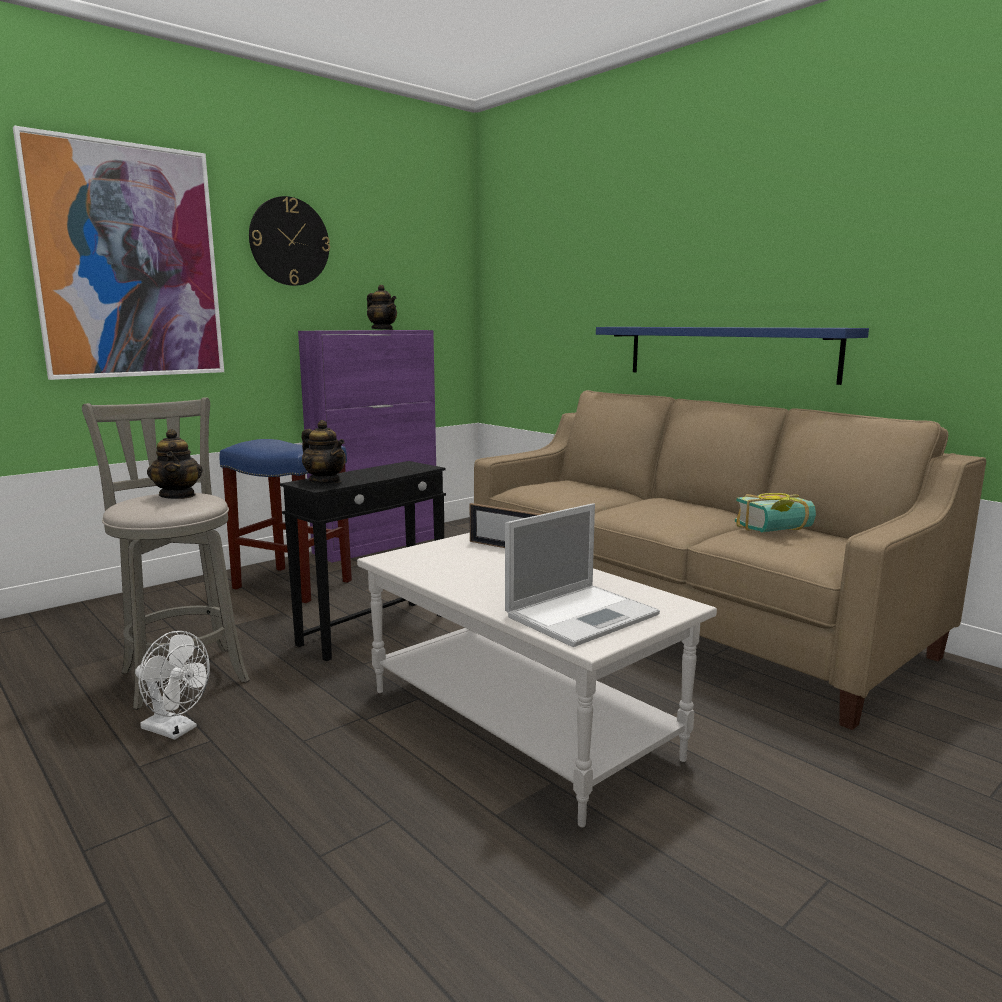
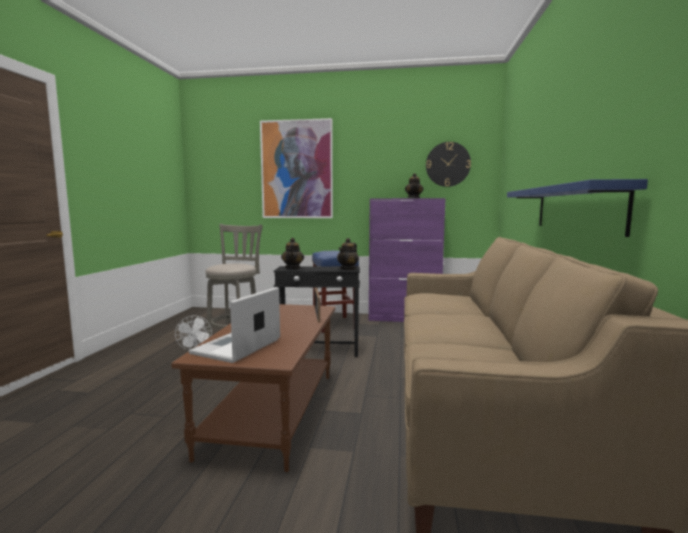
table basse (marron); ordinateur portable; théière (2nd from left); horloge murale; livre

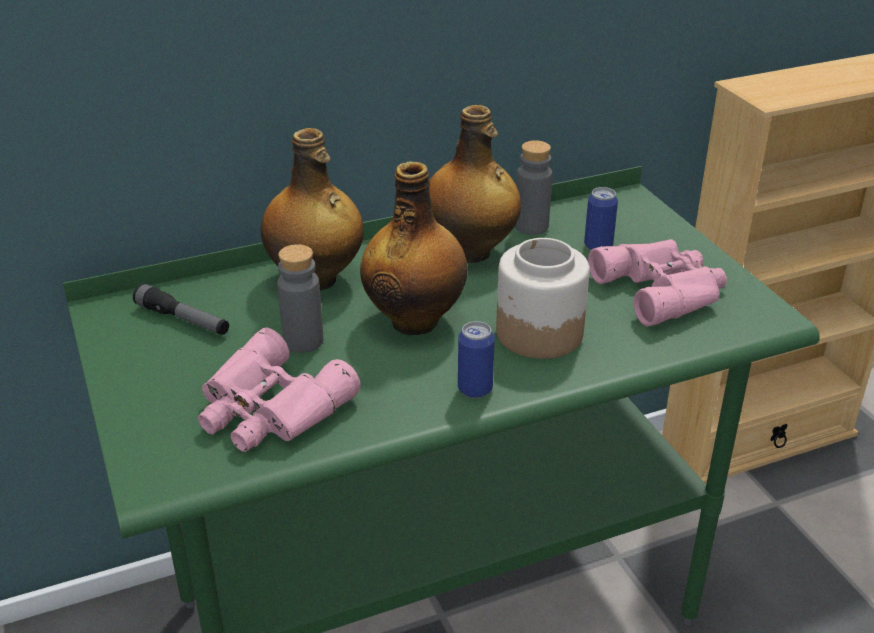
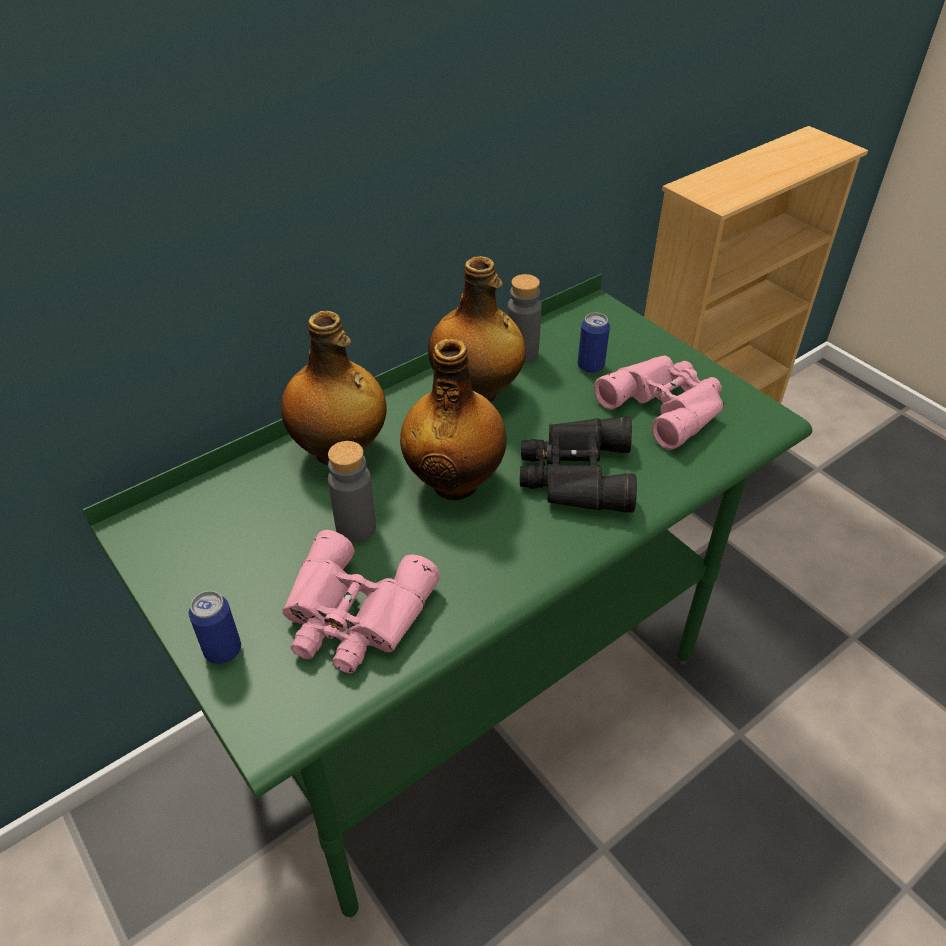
boîte métallique (1st from left); jumelles (noir); lampe de poche

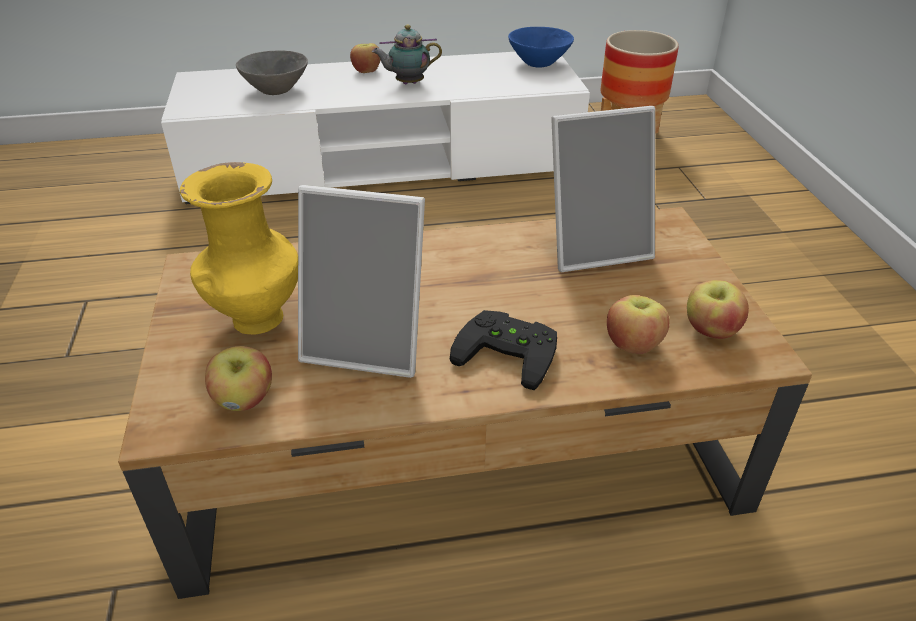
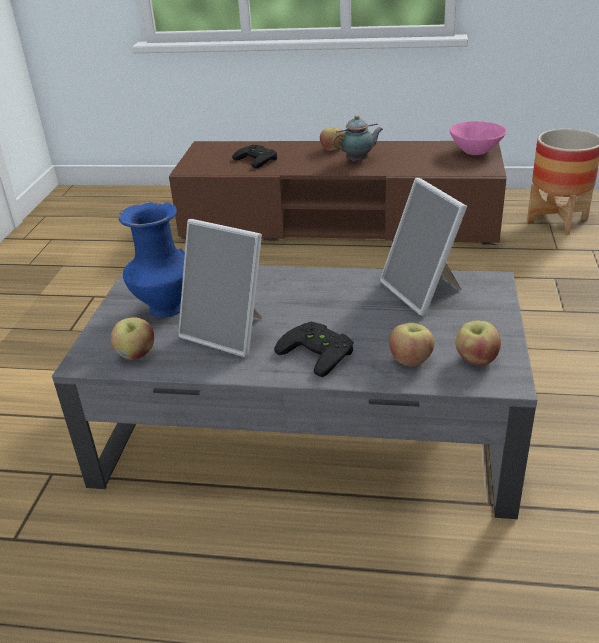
table basse (gris); vase (bleu); meuble télé (marron); manette (noir) (1st from left); théière; cadre photo (2nd from left); bol (rose)

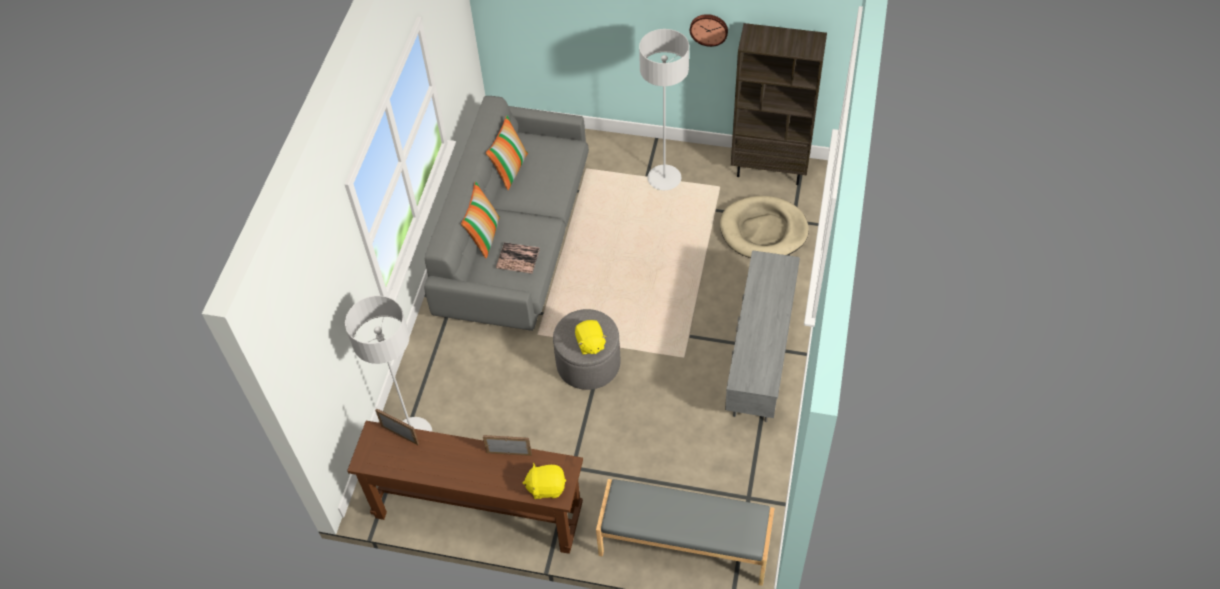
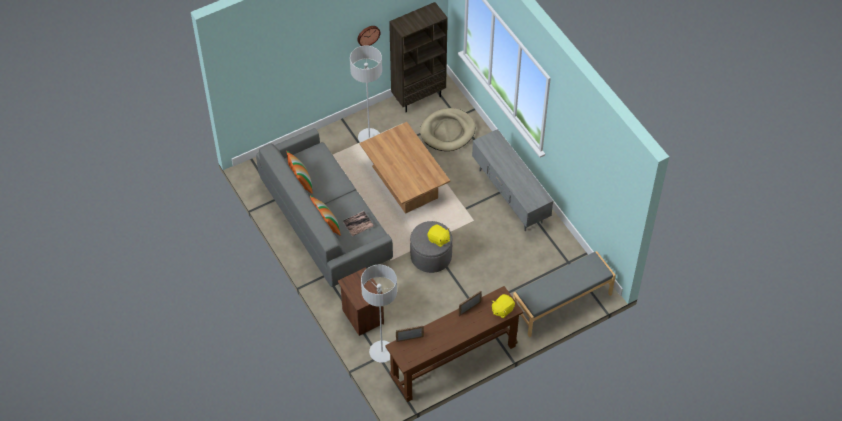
table de chevet (marron); table basse (marron)

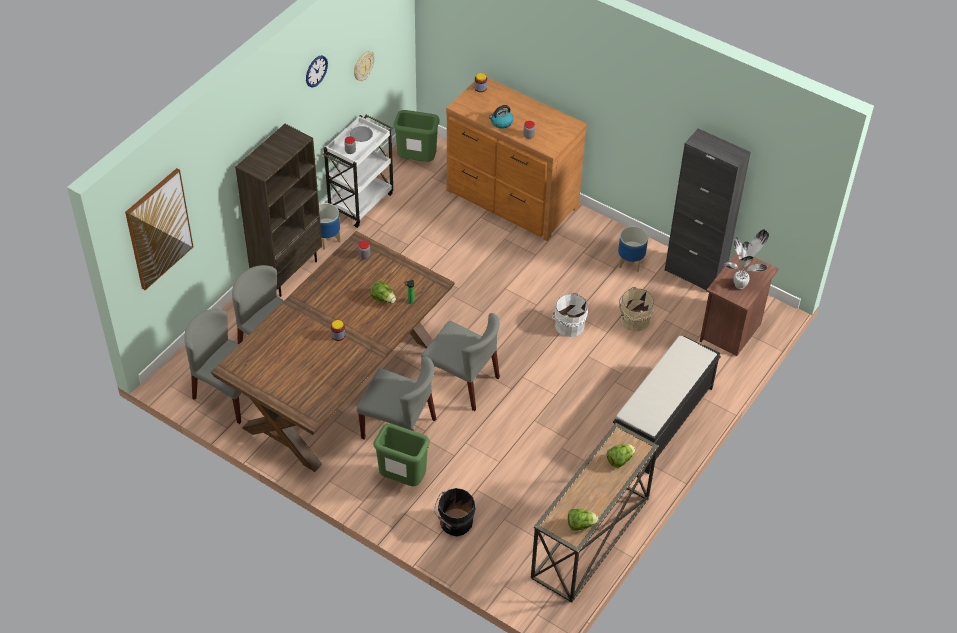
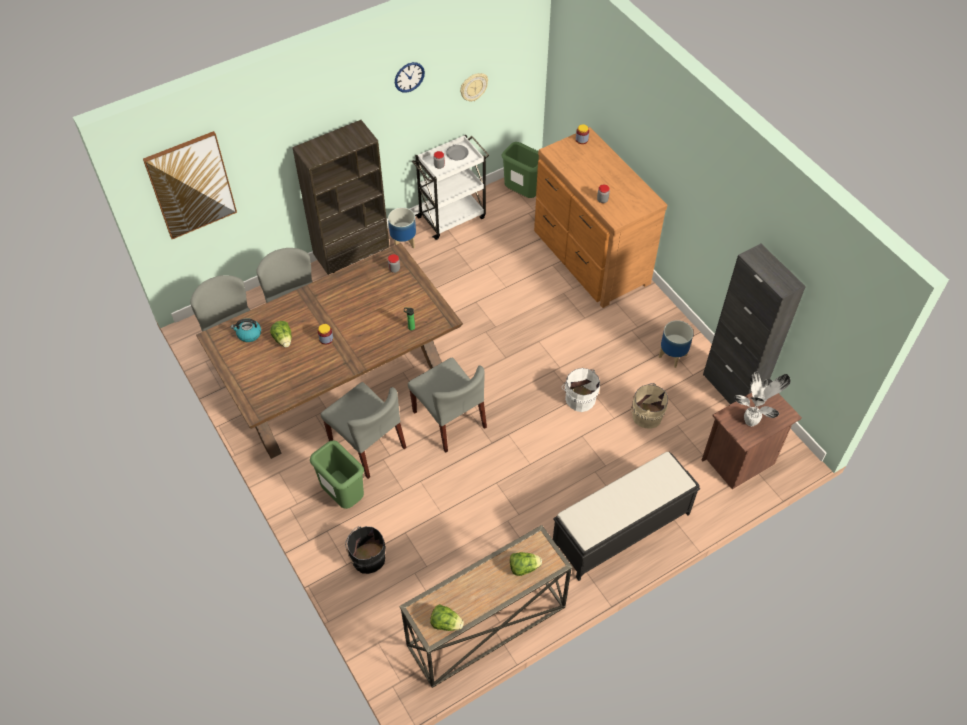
bouilloire; laitue (1st from left)

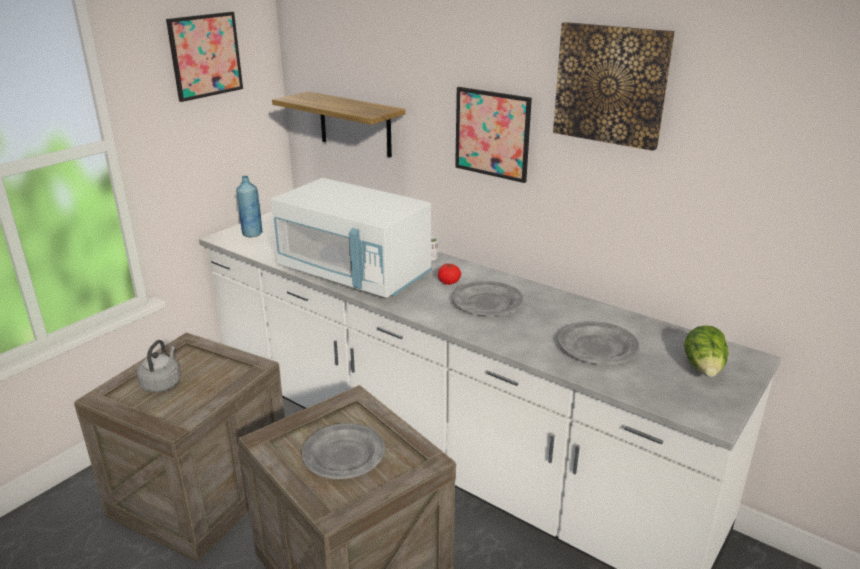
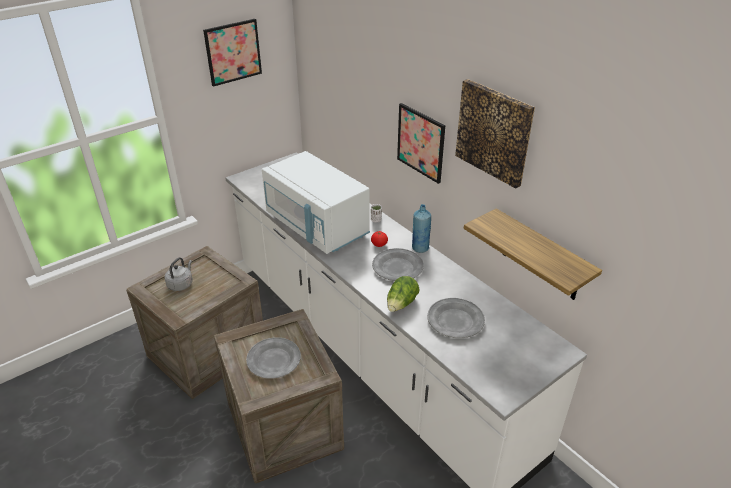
laitue; bouteille (bleu); étagère

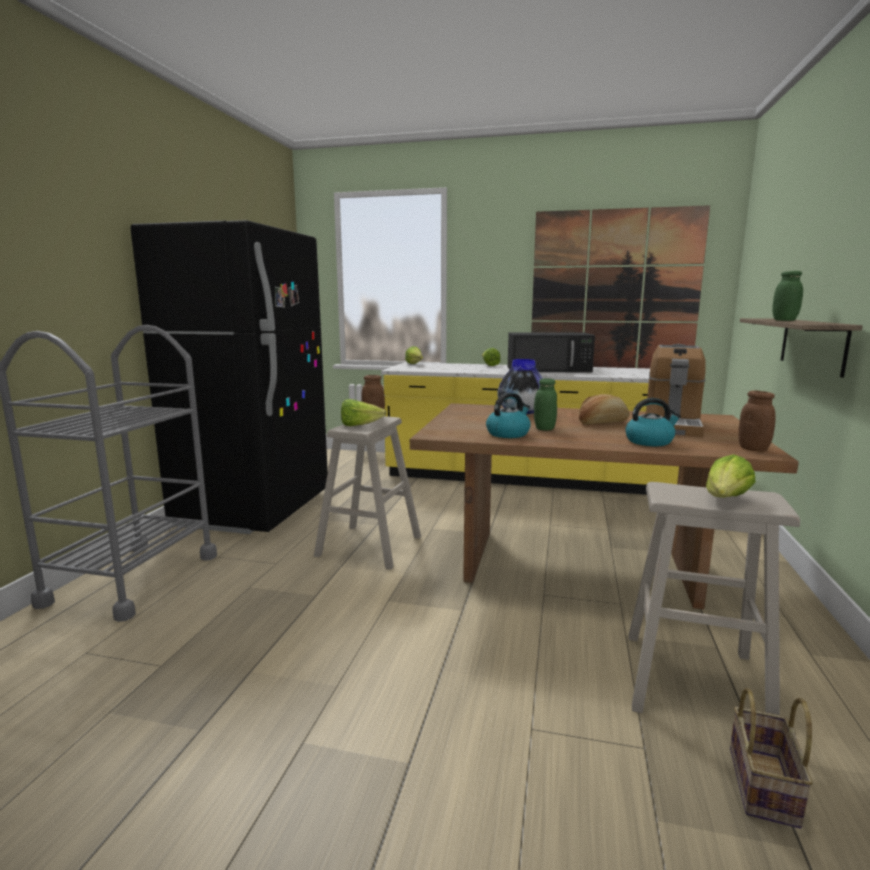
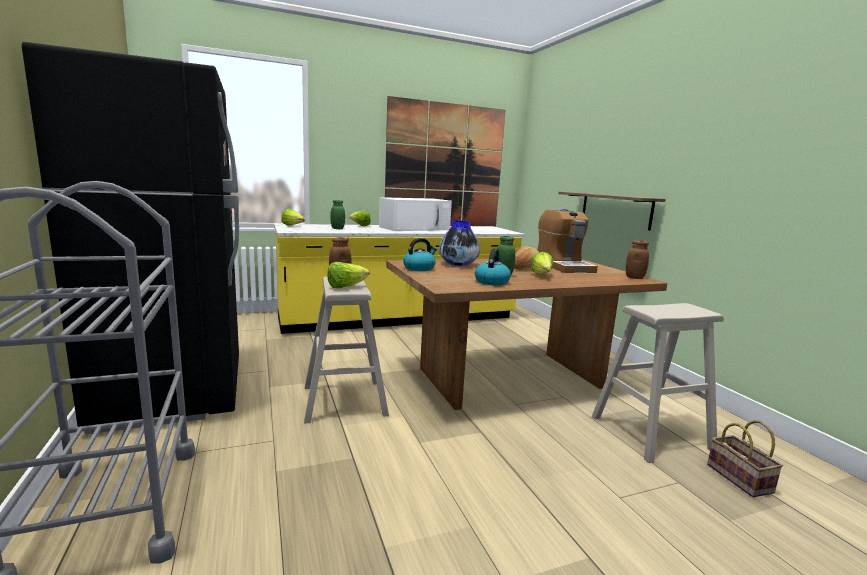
bocal (vert) (1st from left); micro-ondes (blanc); bouilloire (1st from left); laitue (4th from left)

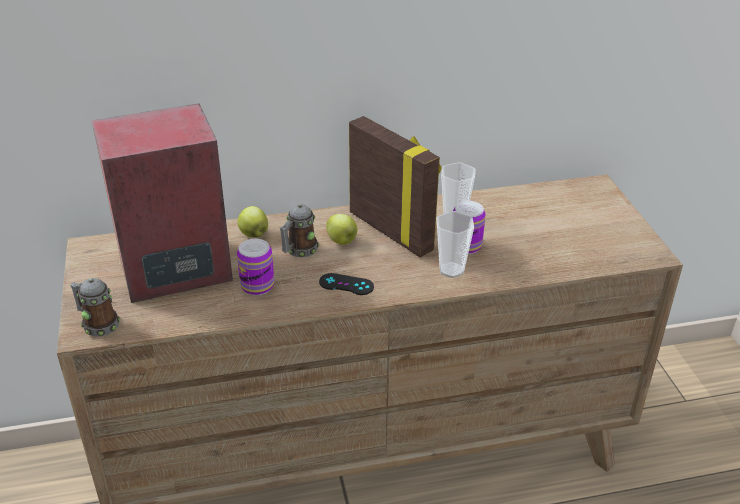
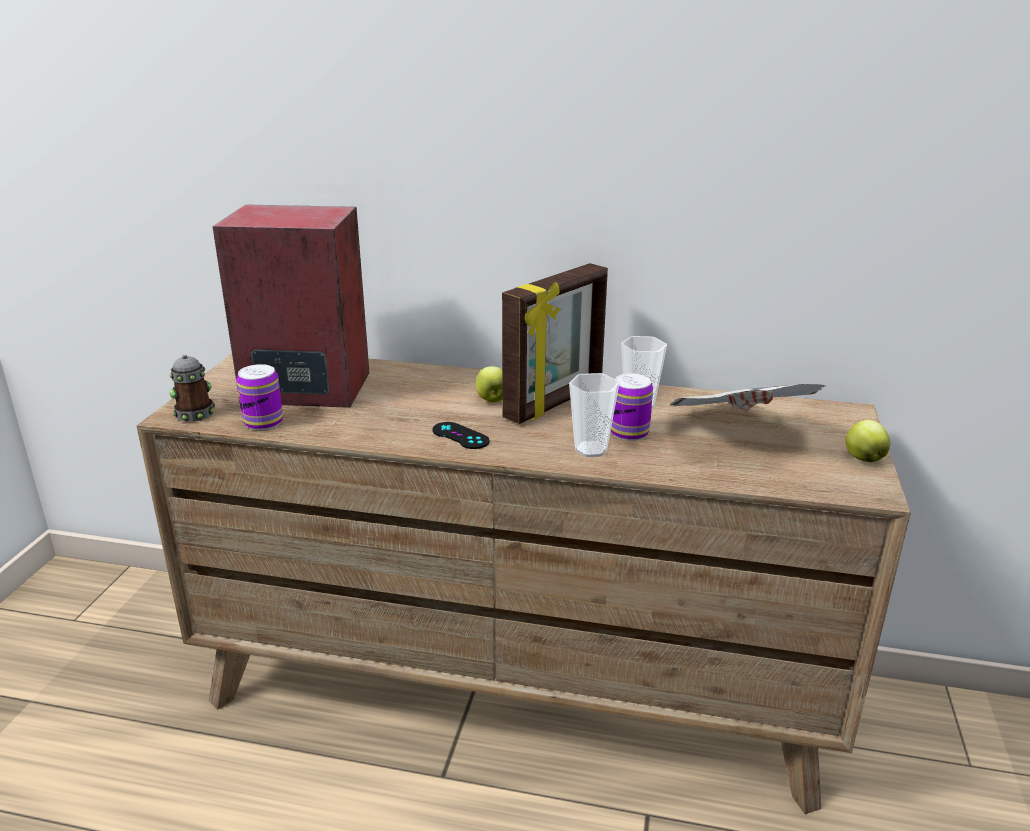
boîte métallique (1st from left); cadre photo; journal; pomme (2nd from left); mug (2nd from left in the first image)

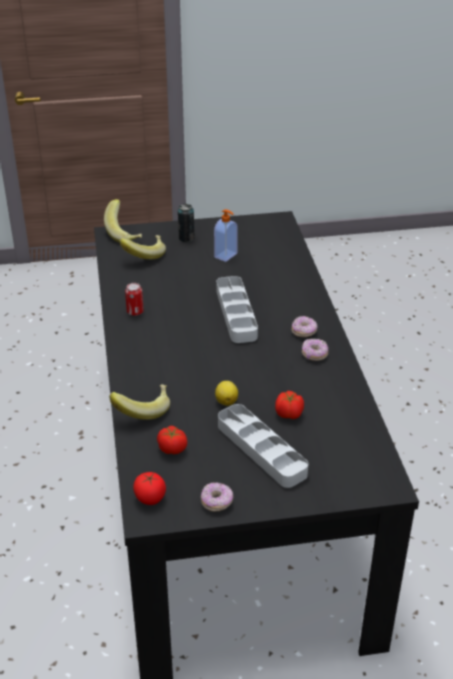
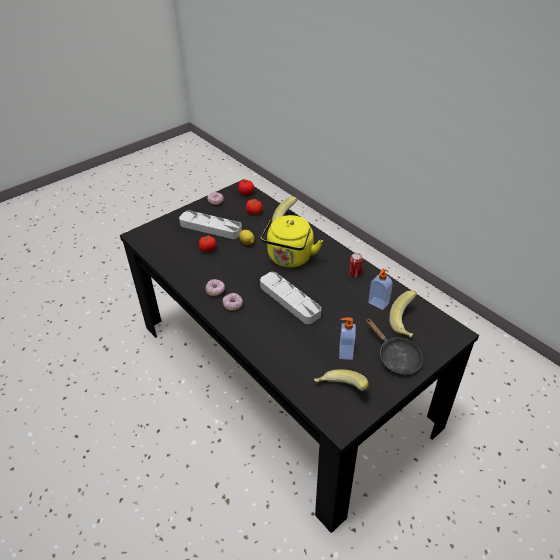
bouilloire (jaune); banane (2nd from left); poêle (noir); distributeur de savon (2nd from left)

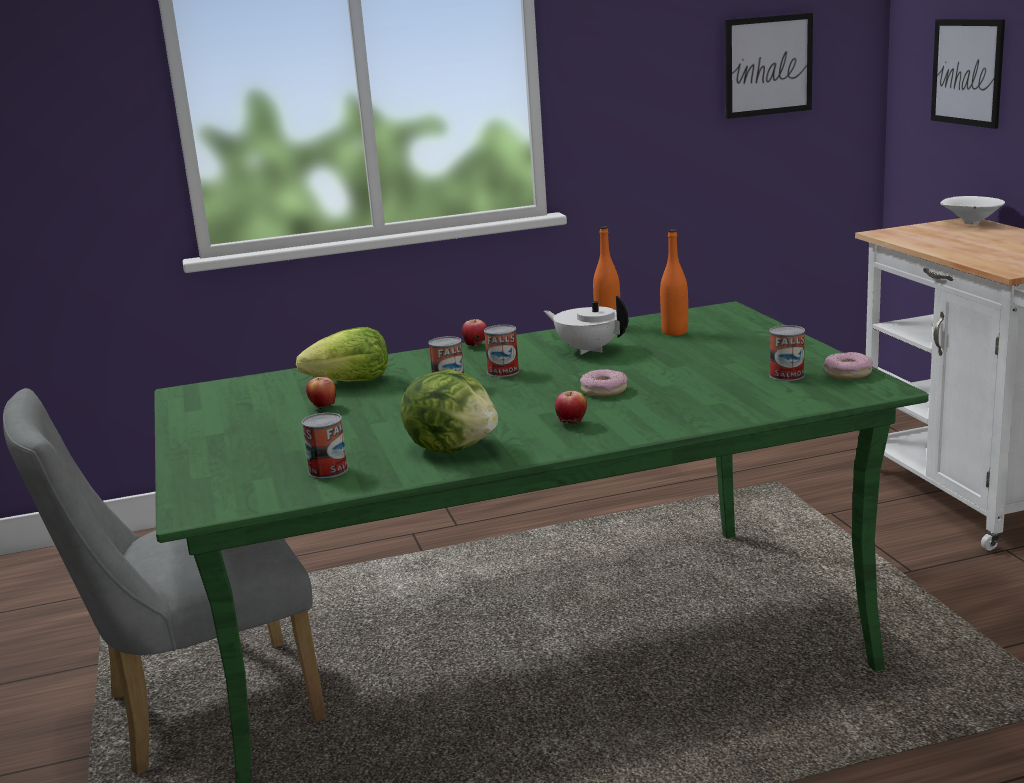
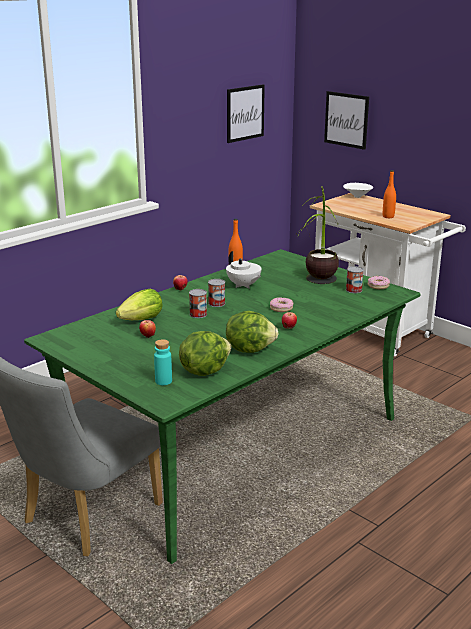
bouteille (turquoise); laitue (2nd from left); théière (blanc); plante en pot; bouteille (orange) (2nd from left)

